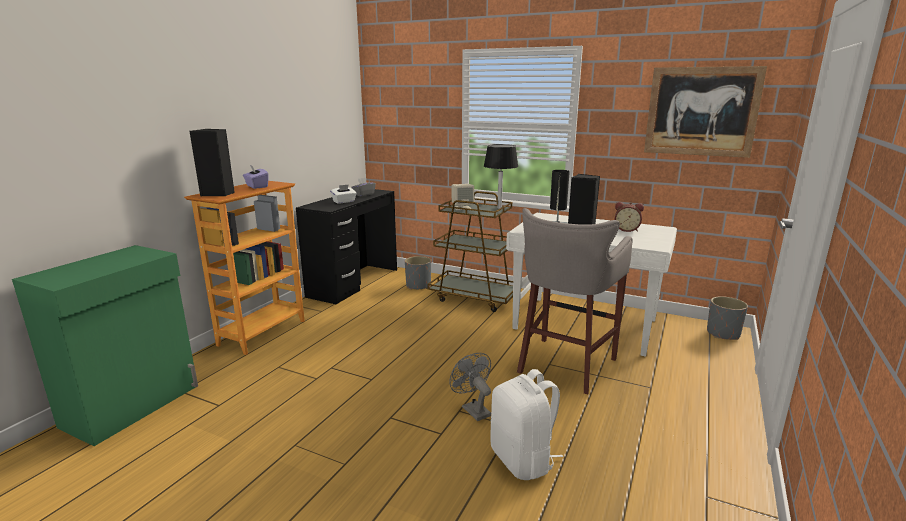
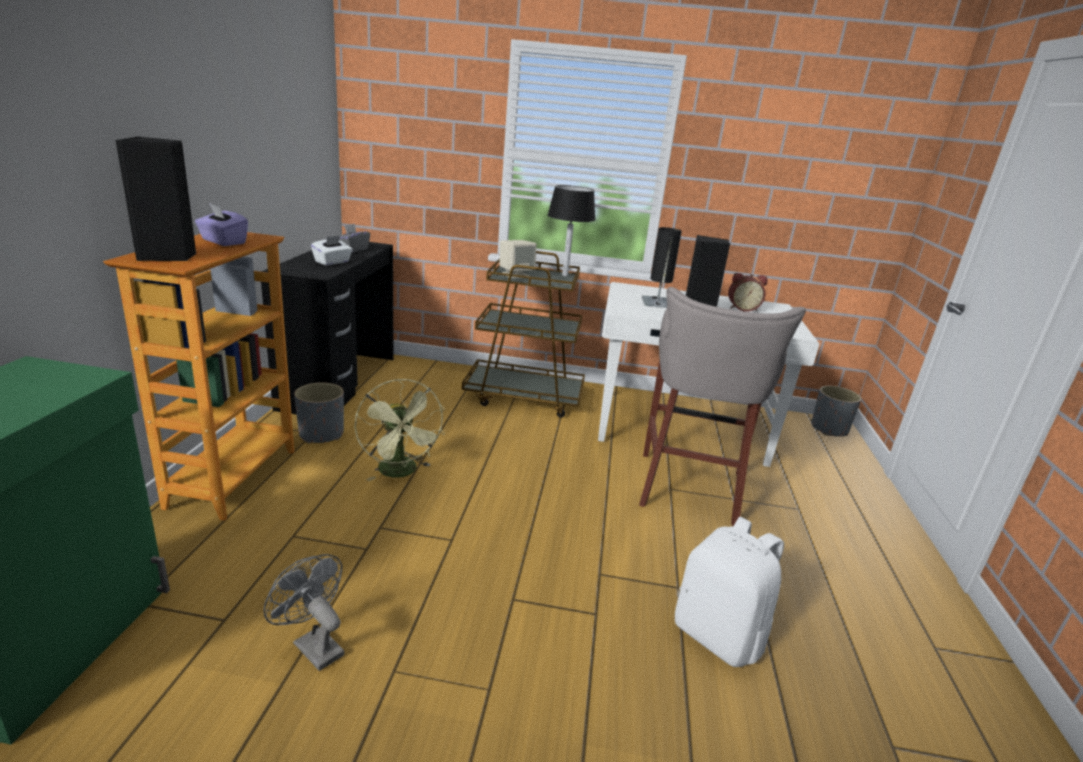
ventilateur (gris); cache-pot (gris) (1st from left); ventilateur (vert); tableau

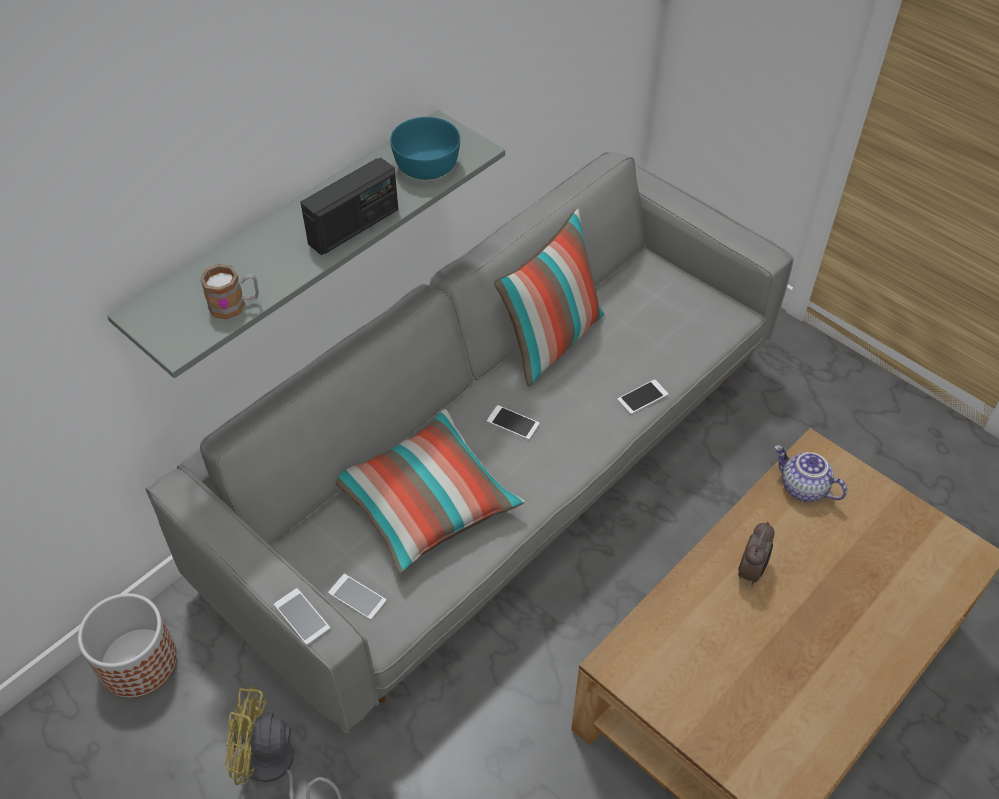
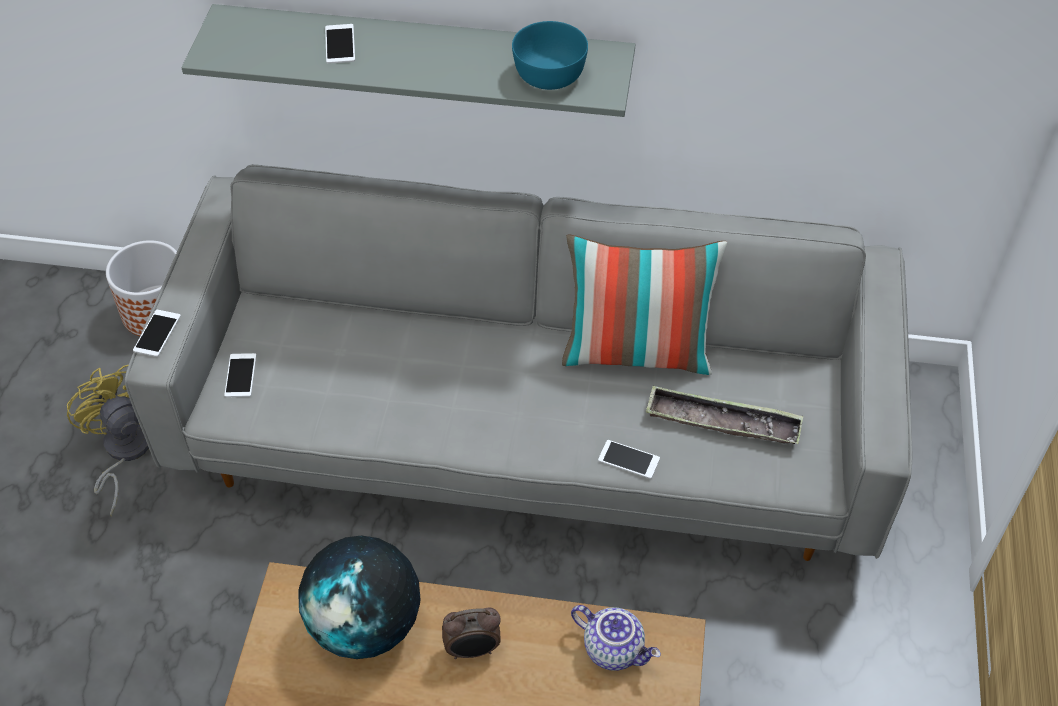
globe; téléphone (3rd from left); théière; plateau; mug; radio; coussin (1st from left in the first image)

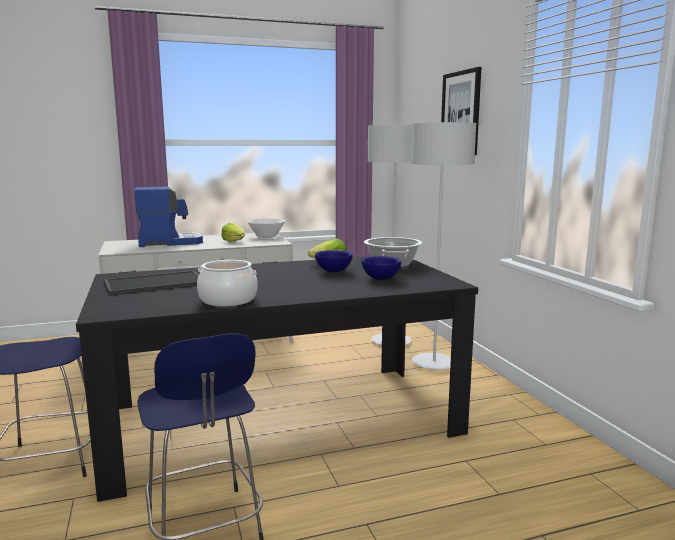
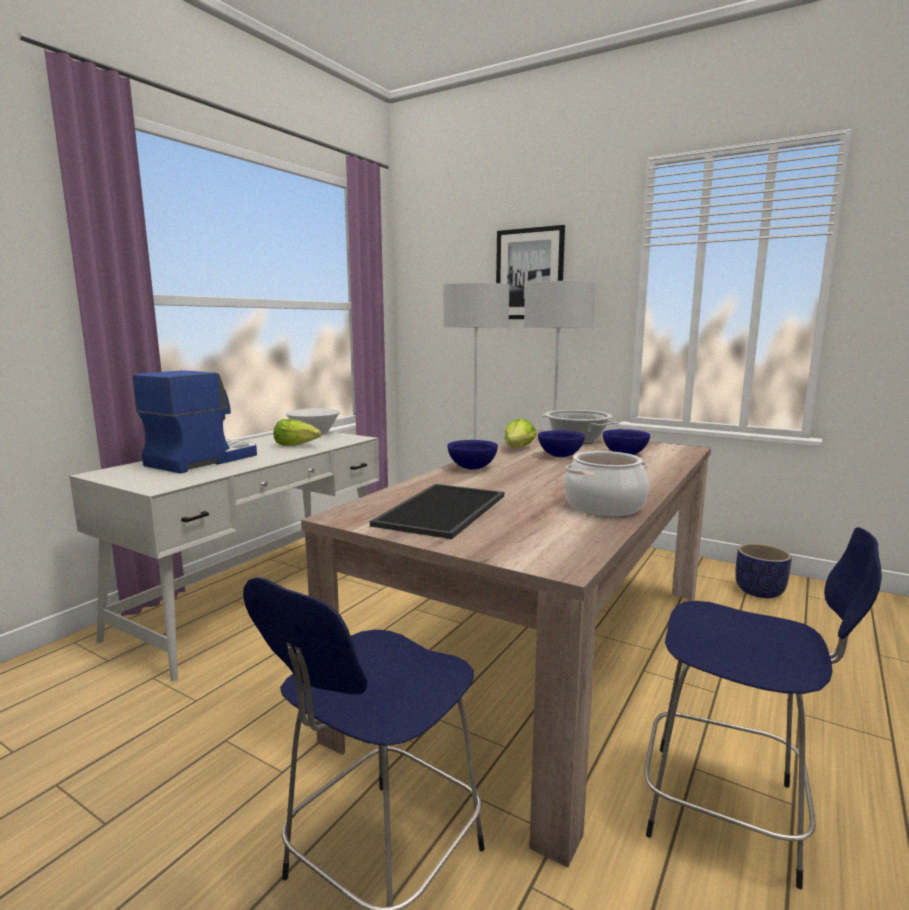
table à manger (beige); bol (bleu) (1st from left); cache-pot

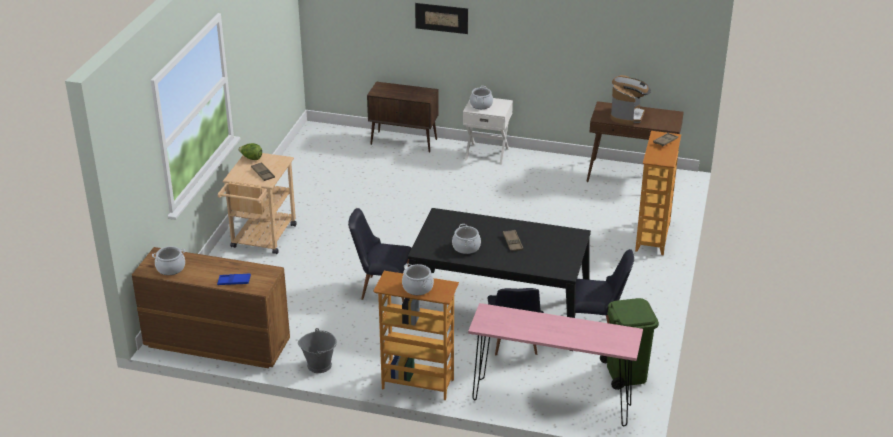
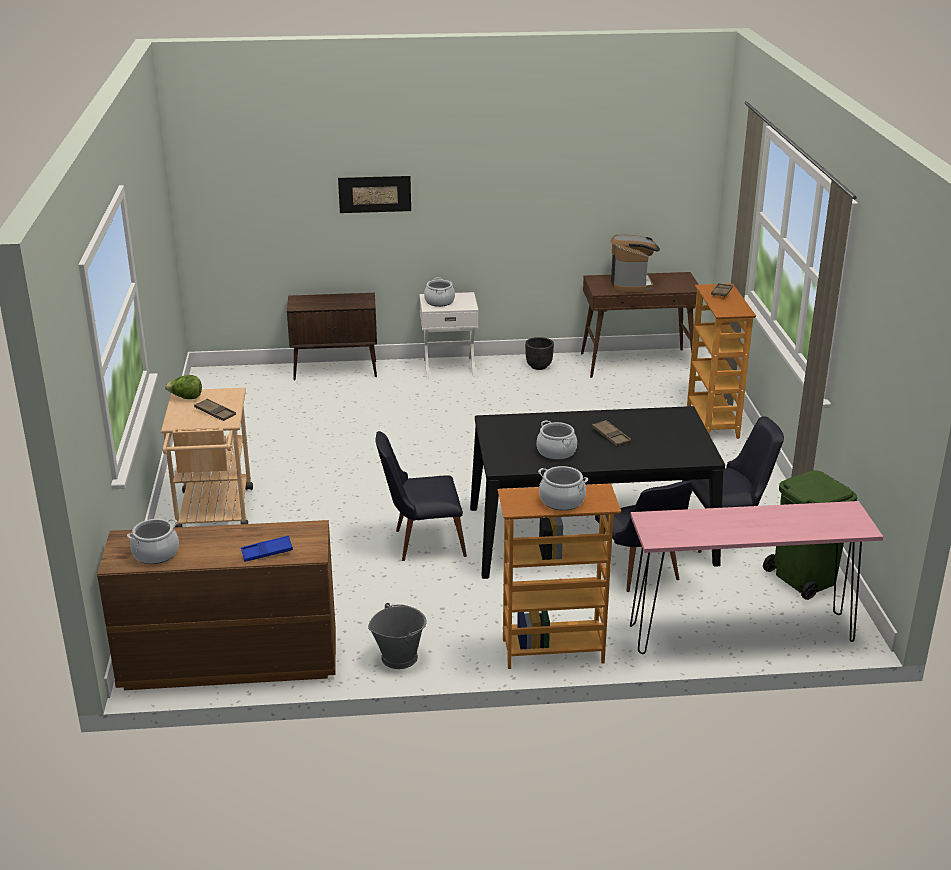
cache-pot (noir)

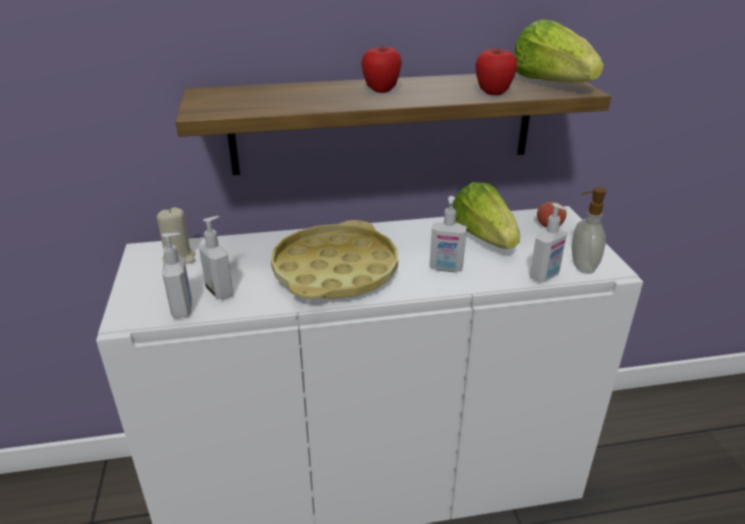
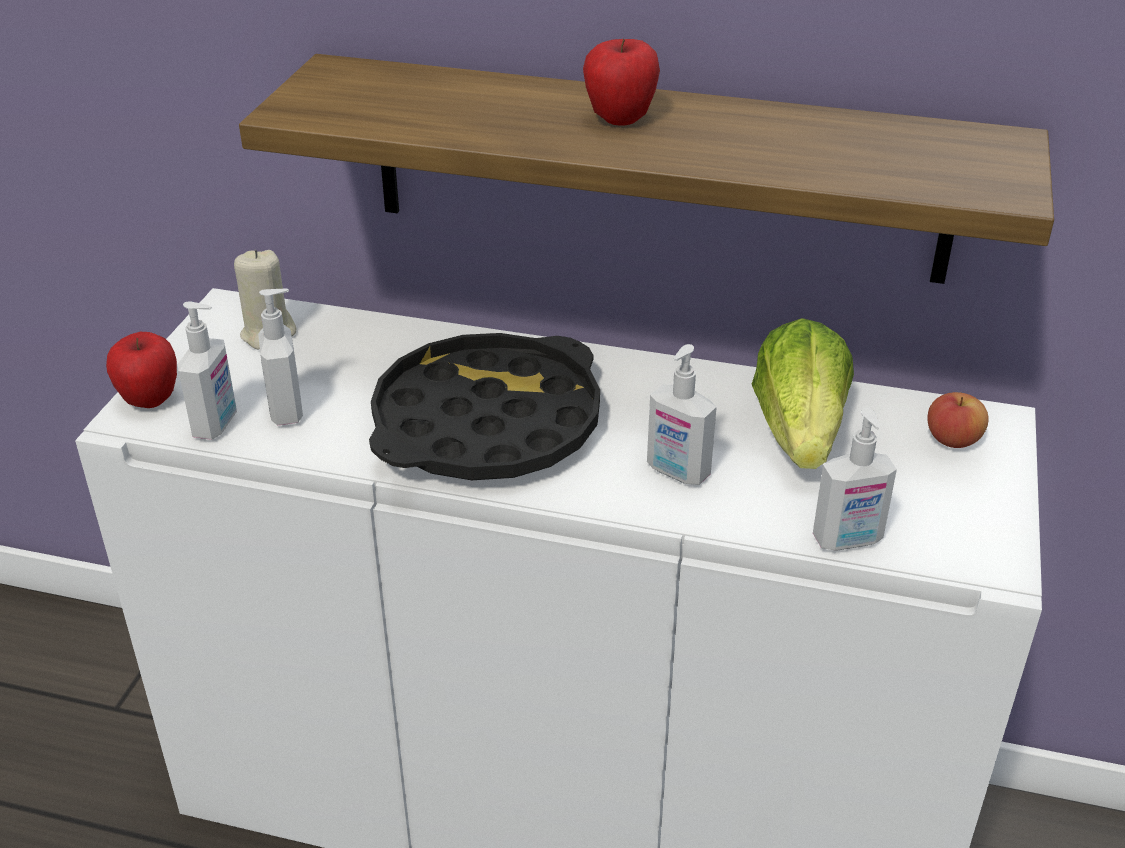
pomme (1st from left); plateau (noir); laitue (2nd from left in the first image); distributeur de savon (5th from left in the first image)

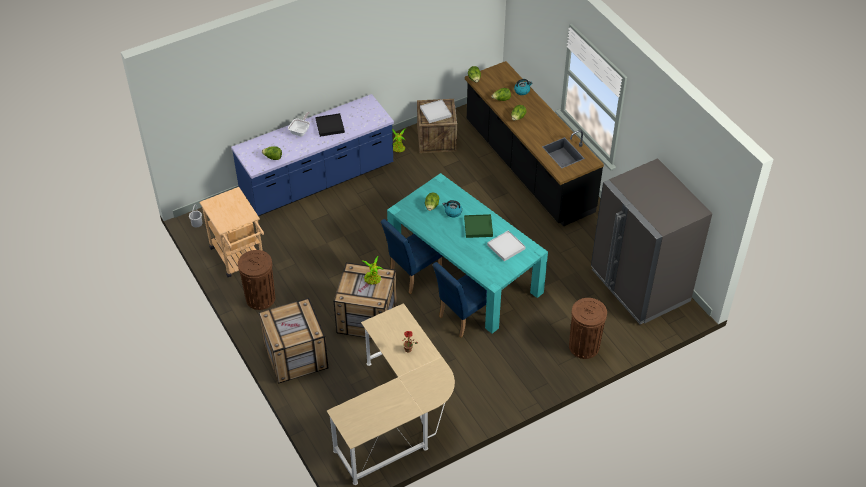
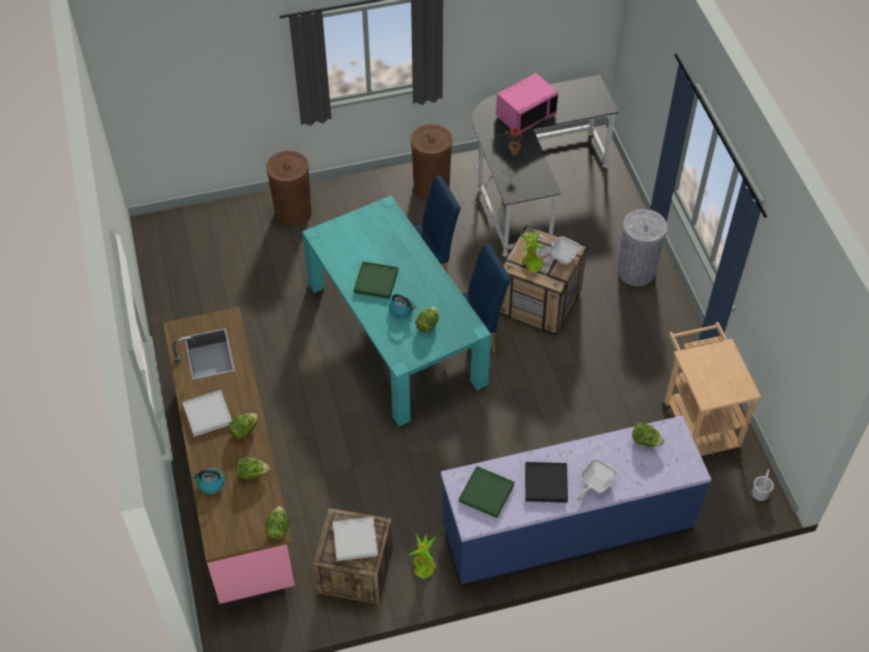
comptoir de cuisine (rose); plateau (blanc) (1st from left); poubelle (marron) (2nd from left); plateau (vert) (2nd from left); bureau (noir); micro-ondes (rose); poêle (1st from left); poubelle (gris); réfrigérateur (gris)

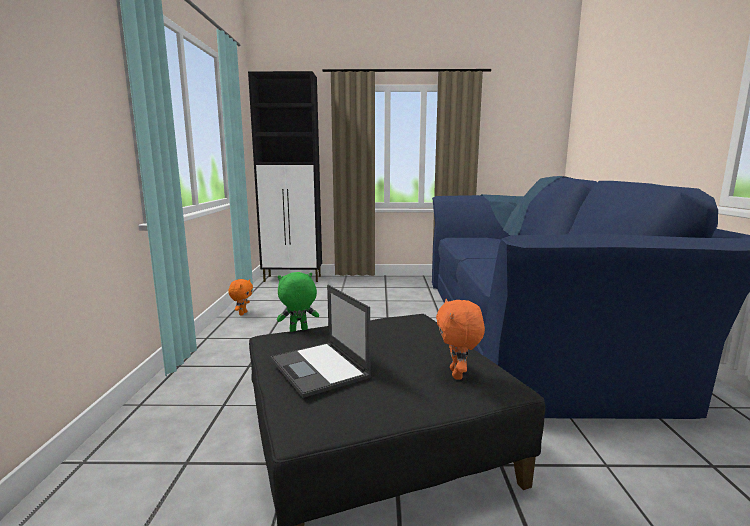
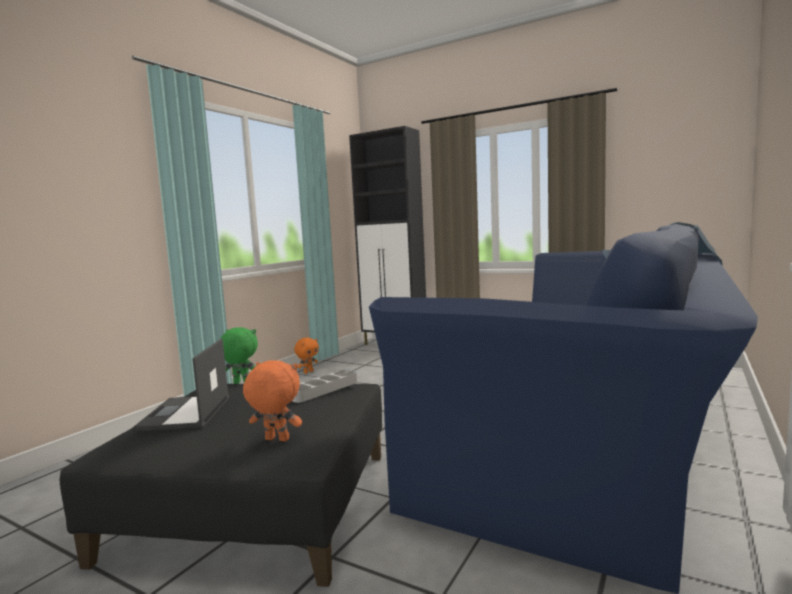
peluche (orange) (1st from left); plateau (gris)

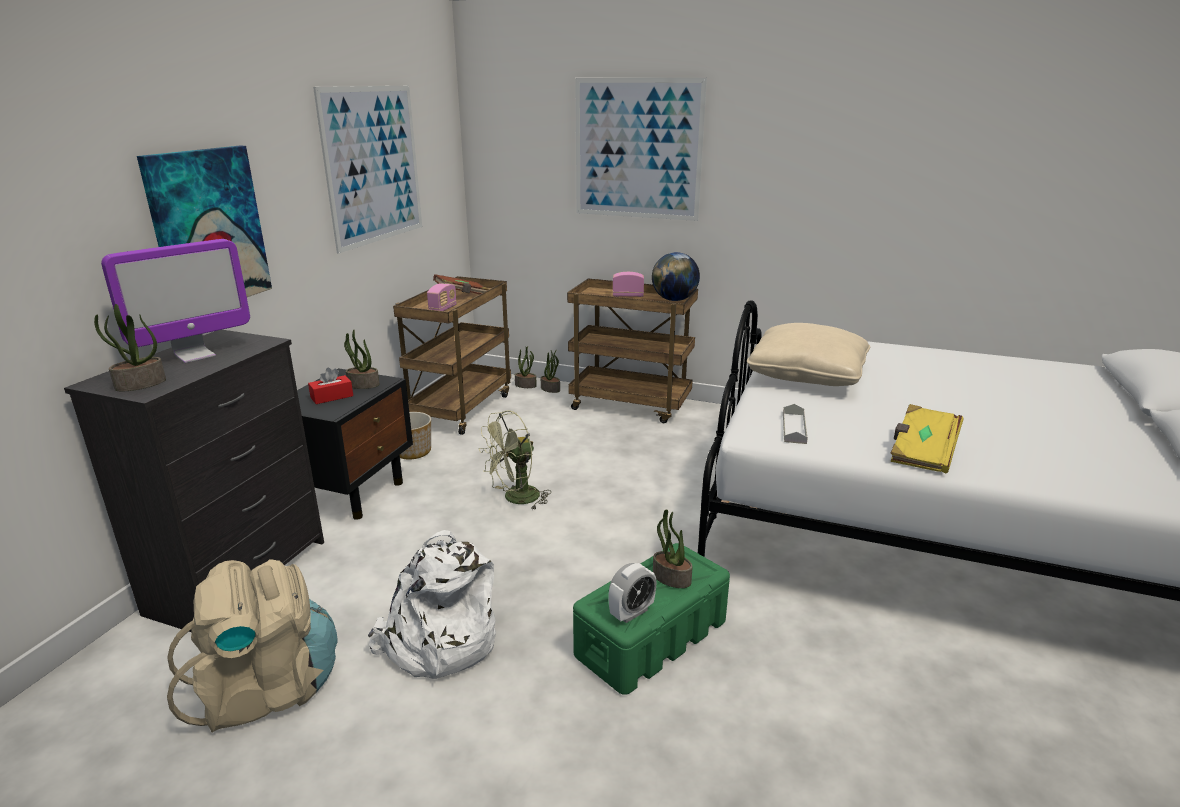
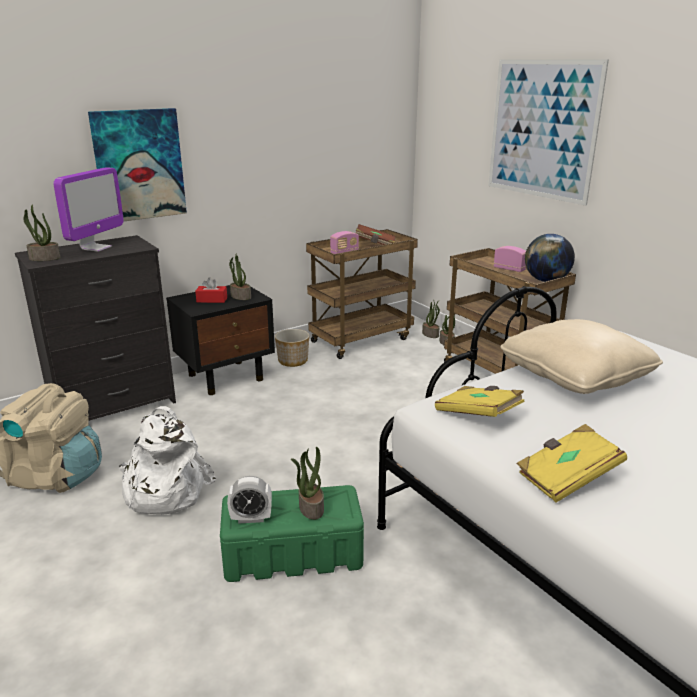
écran d'ordinateur; livre (jaune) (1st from left); tableau (2nd from left in the first image); ventilateur (vert)

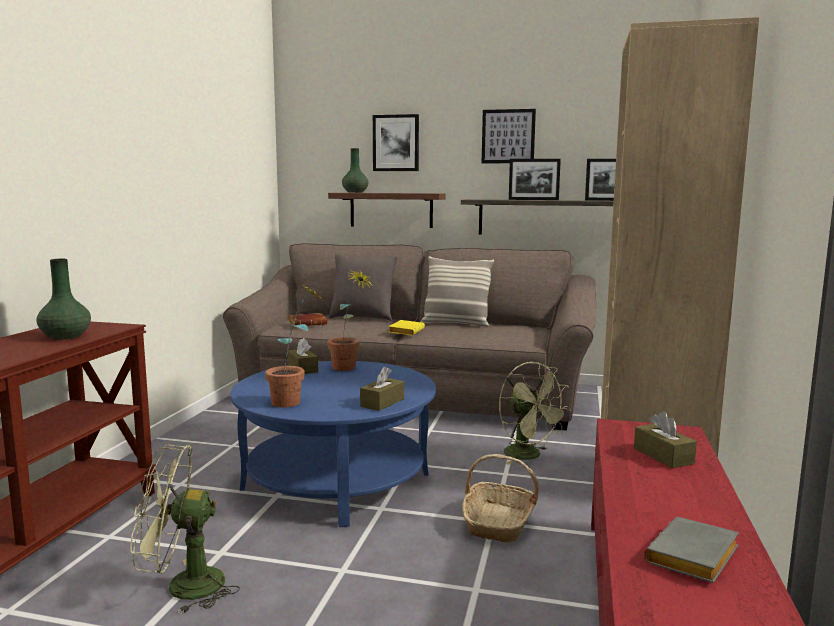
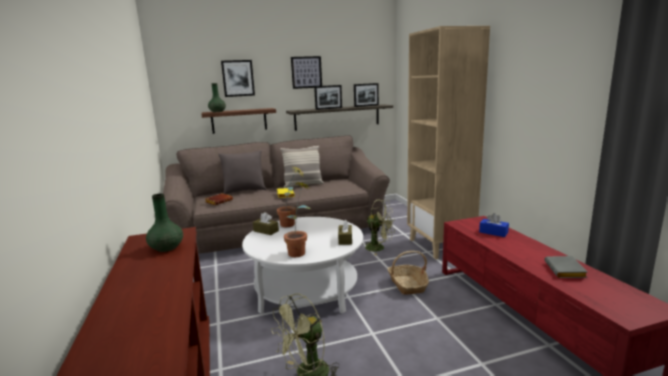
table basse (blanc); boîte à mouchoirs (bleu)

